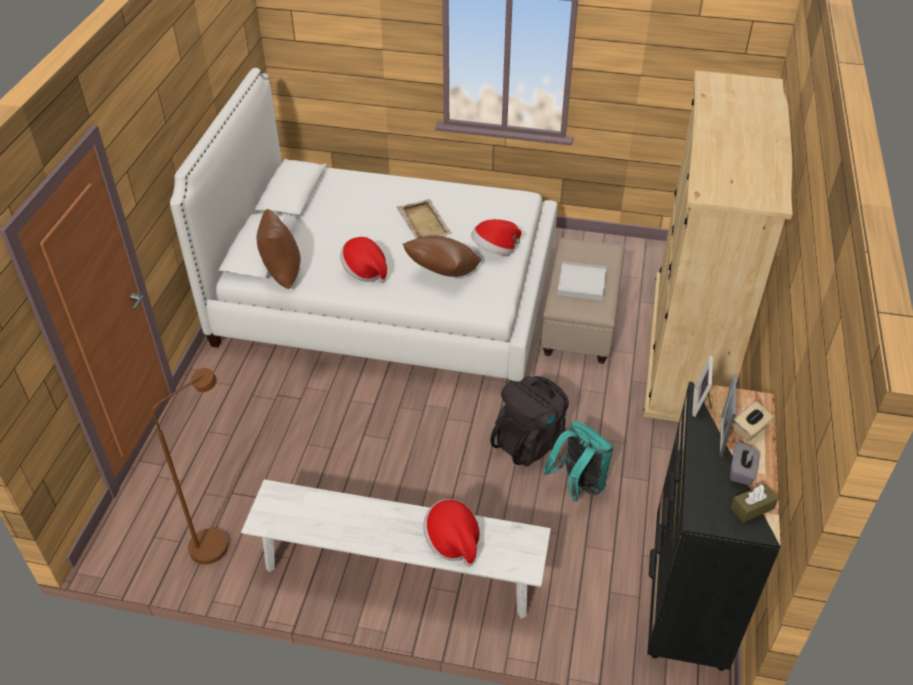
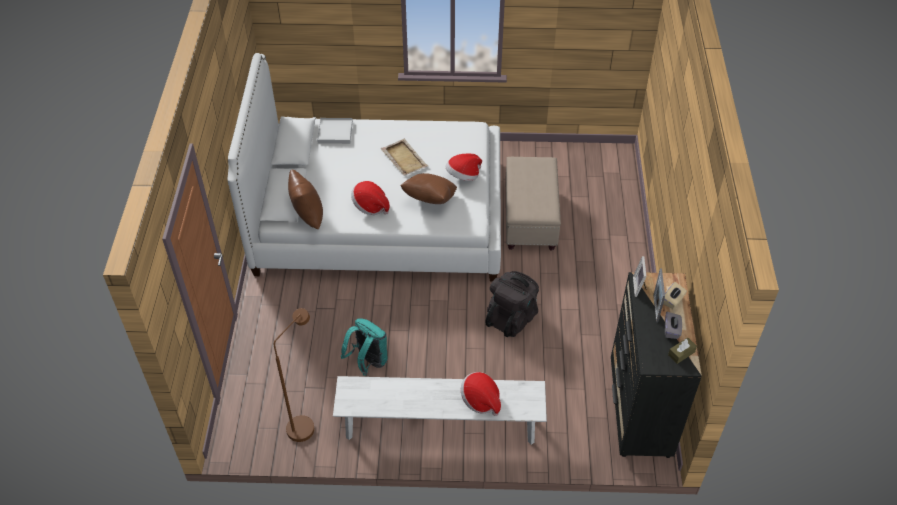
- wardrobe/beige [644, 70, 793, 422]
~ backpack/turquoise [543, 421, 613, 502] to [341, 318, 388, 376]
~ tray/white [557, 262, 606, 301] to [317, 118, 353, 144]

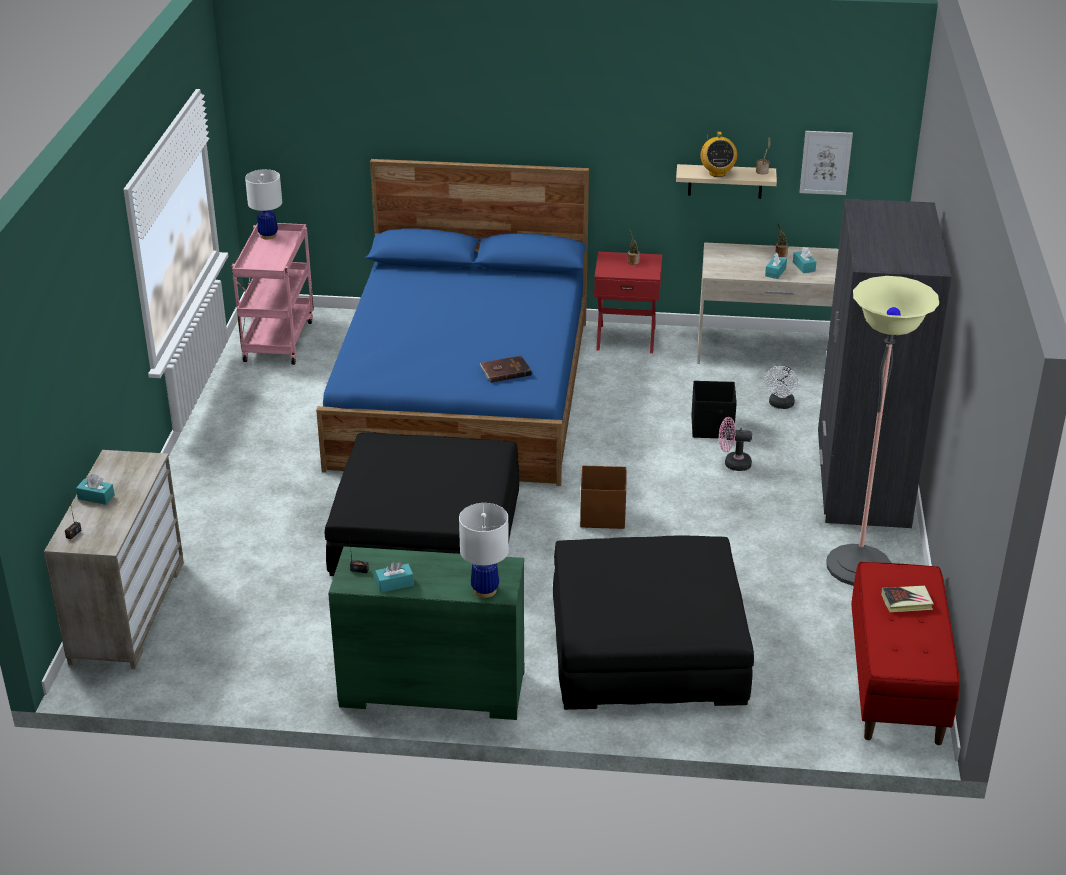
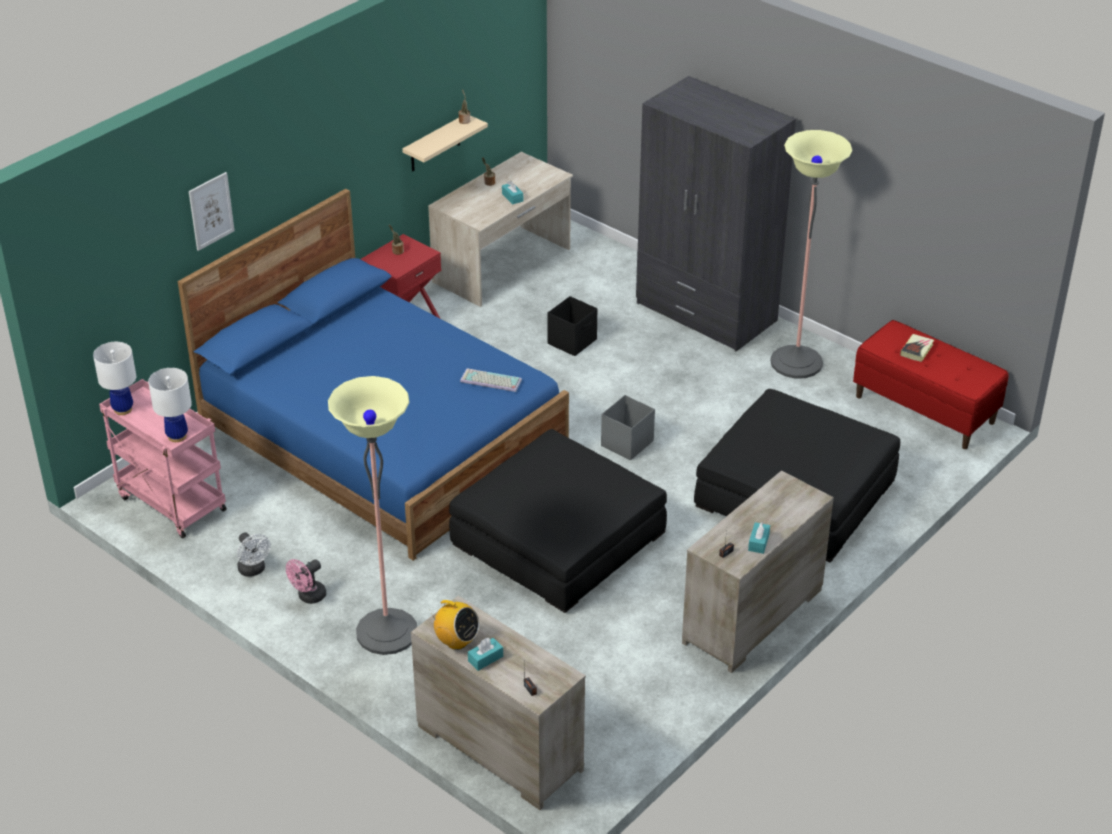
- tissue box/turquoise [793, 247, 816, 273]
+ floor lamp [328, 376, 417, 655]
~ table lamp/white [459, 503, 509, 598] to [148, 368, 192, 442]
~ radio [701, 132, 737, 177] to [431, 600, 480, 650]
~ fan/pink [719, 417, 752, 471] to [286, 559, 326, 604]
~ fan/white [765, 366, 798, 409] to [237, 532, 271, 577]
~ picture [800, 131, 853, 195] to [189, 172, 235, 251]
~ book/brown [480, 356, 532, 383] to keyboard [460, 368, 522, 392]
~ dresser/green [328, 546, 525, 720] to dresser/beige [682, 470, 834, 673]
~ storage box/brown [580, 465, 626, 529] to storage box/grey [601, 395, 655, 460]

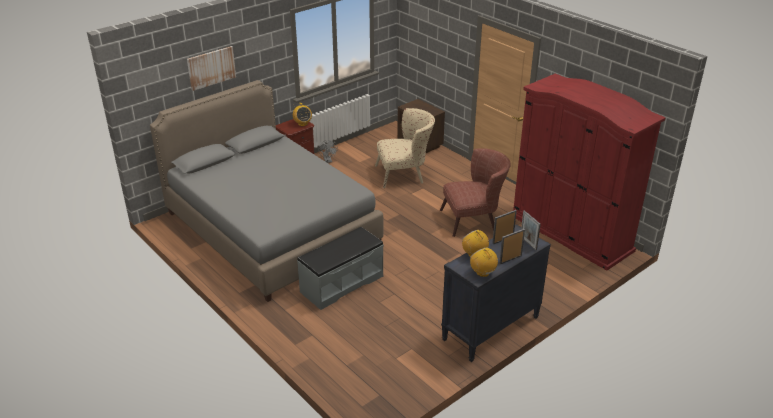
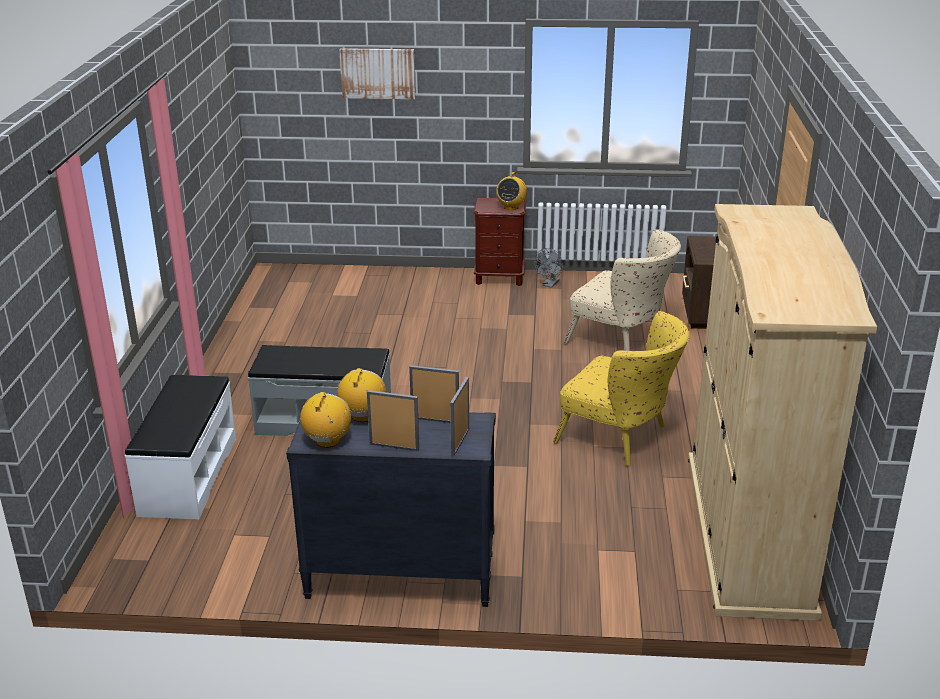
- bed/grey [150, 80, 383, 302]
+ bench/white [125, 375, 236, 519]
~ armchair/brown [440, 148, 511, 237] to armchair/yellow [553, 311, 690, 466]
~ wardrobe/red [513, 74, 666, 270] to wardrobe/beige [688, 204, 877, 621]

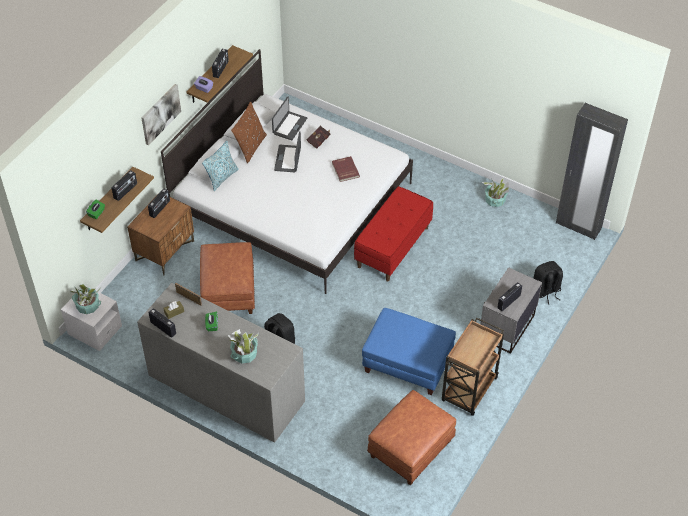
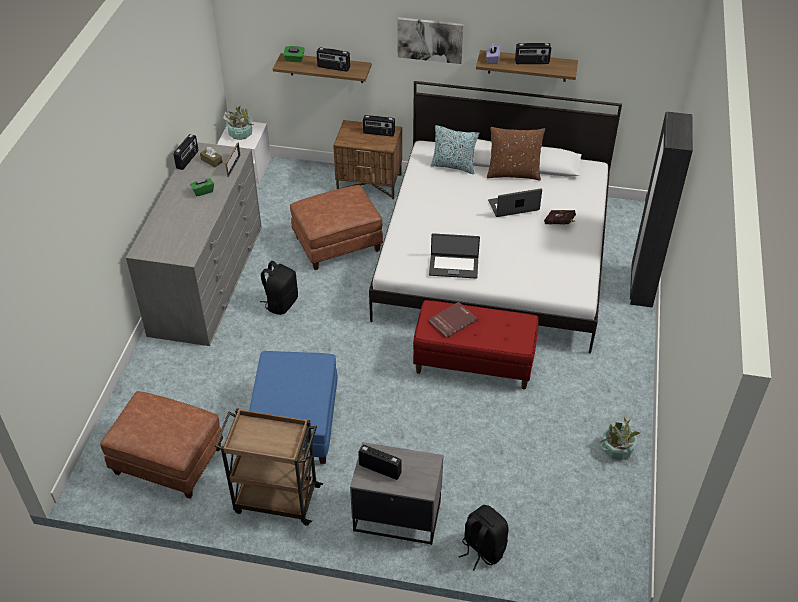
- potted plant [228, 329, 259, 364]
~ laptop [272, 97, 307, 140] to [429, 233, 480, 279]
~ book/red [332, 156, 360, 182] to [429, 302, 477, 338]
~ wardrobe/black [556, 103, 628, 240] to [630, 112, 693, 308]

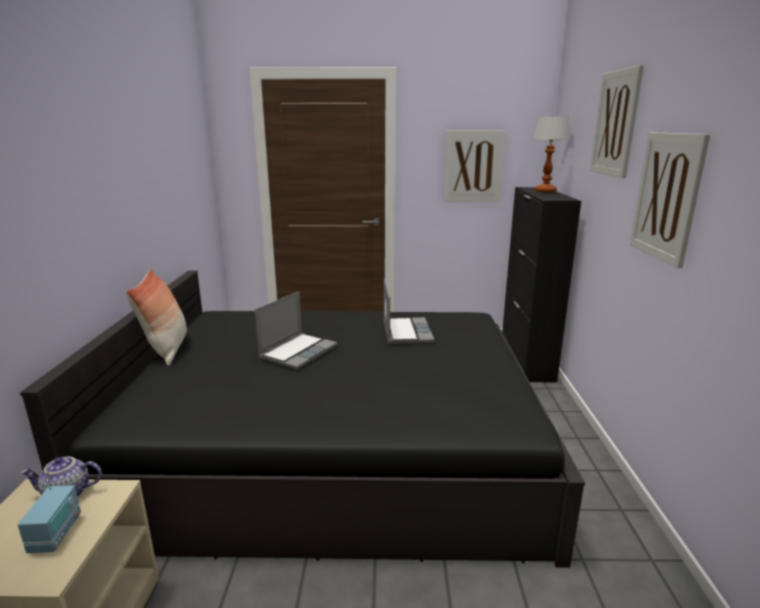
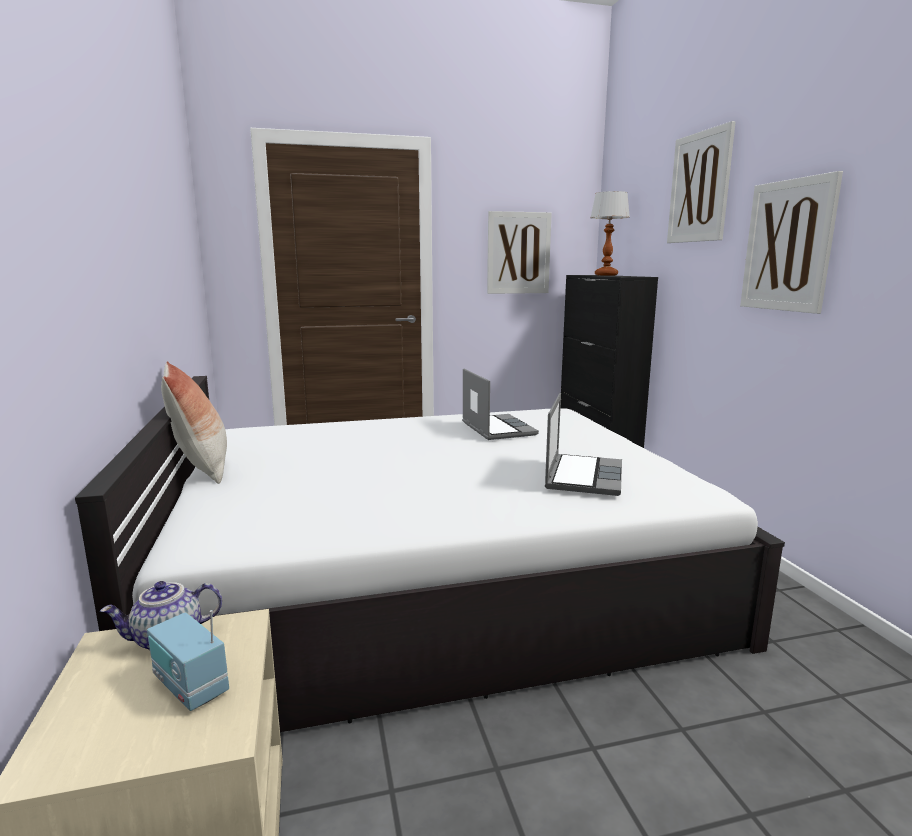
~ laptop [255, 291, 337, 370] to [545, 393, 622, 496]
~ bed/black [20, 270, 585, 568] to bed/white [75, 376, 785, 732]
~ radio [18, 467, 81, 553] = [147, 610, 229, 711] 150 degrees clockwise

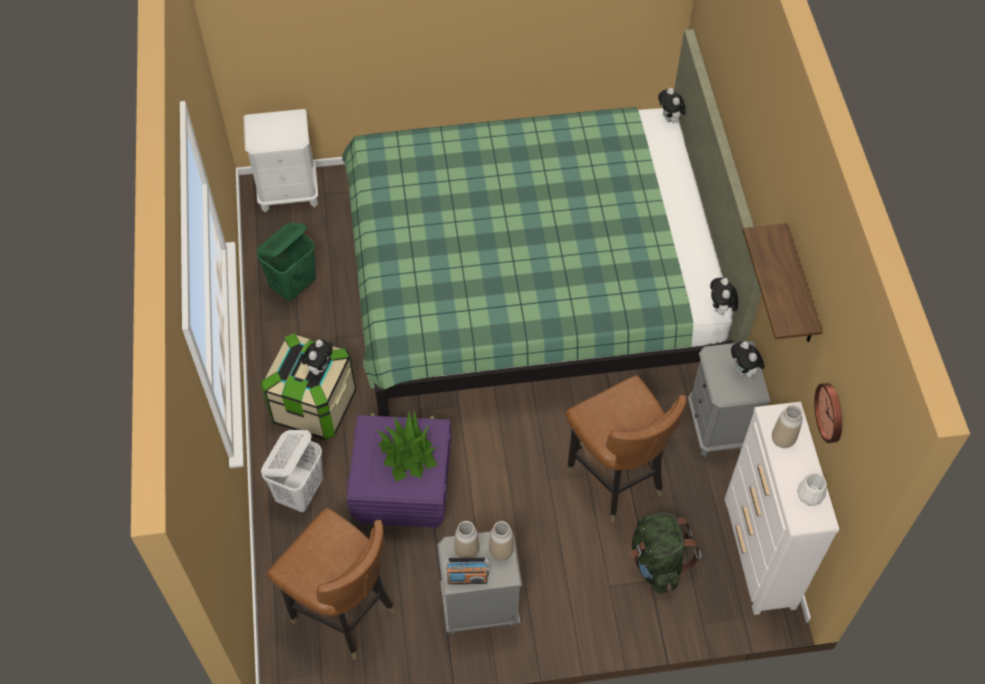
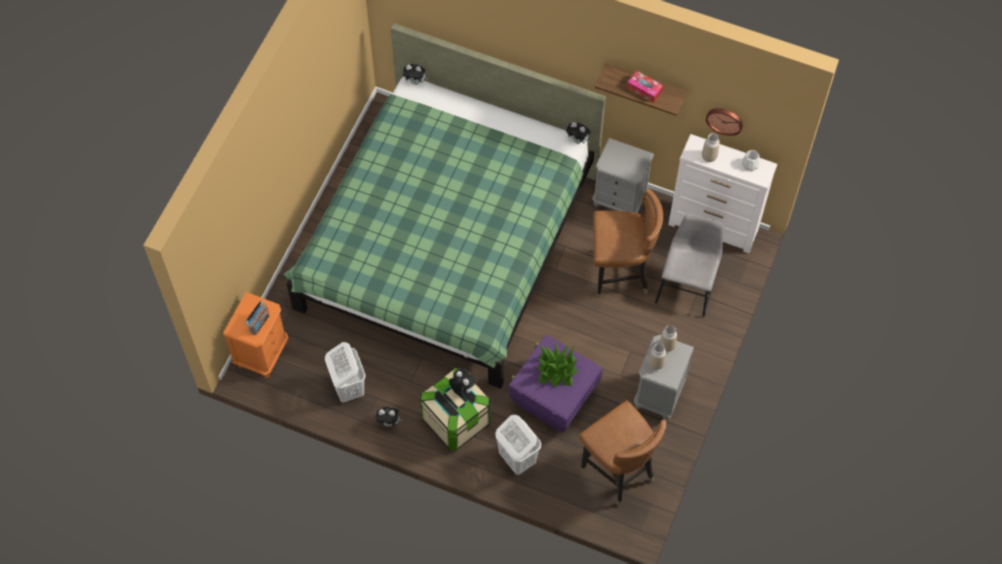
+ tissue box [627, 71, 663, 103]
~ radio [445, 558, 489, 584] to [245, 301, 270, 335]
~ plush toy [731, 341, 765, 379] to [375, 407, 402, 426]
~ backpack/green [630, 512, 701, 594] to chair/grey [655, 214, 724, 317]
~ nightstand/white [243, 109, 318, 212] to nightstand/orange [223, 292, 289, 378]
~ laundry basket/green [256, 223, 316, 301] to laundry basket/white [325, 342, 366, 403]
~ chair/brown [267, 508, 396, 660] = [579, 400, 666, 506] 75 degrees clockwise

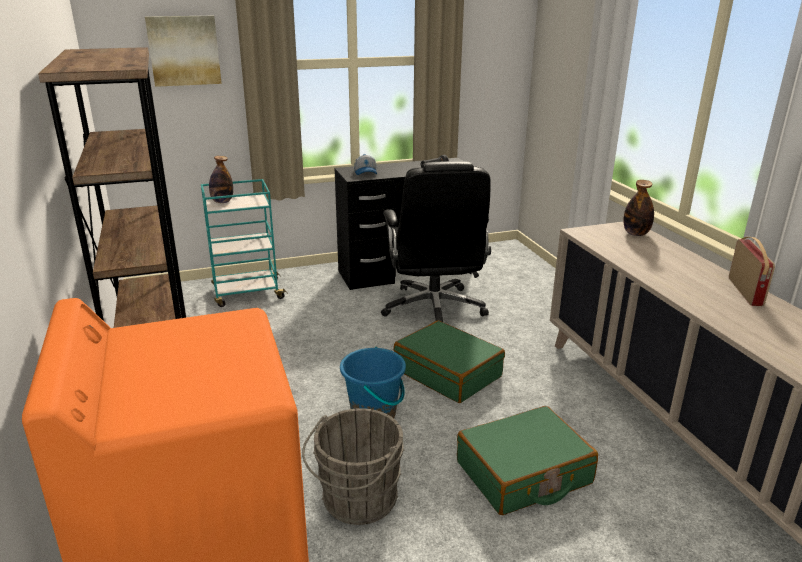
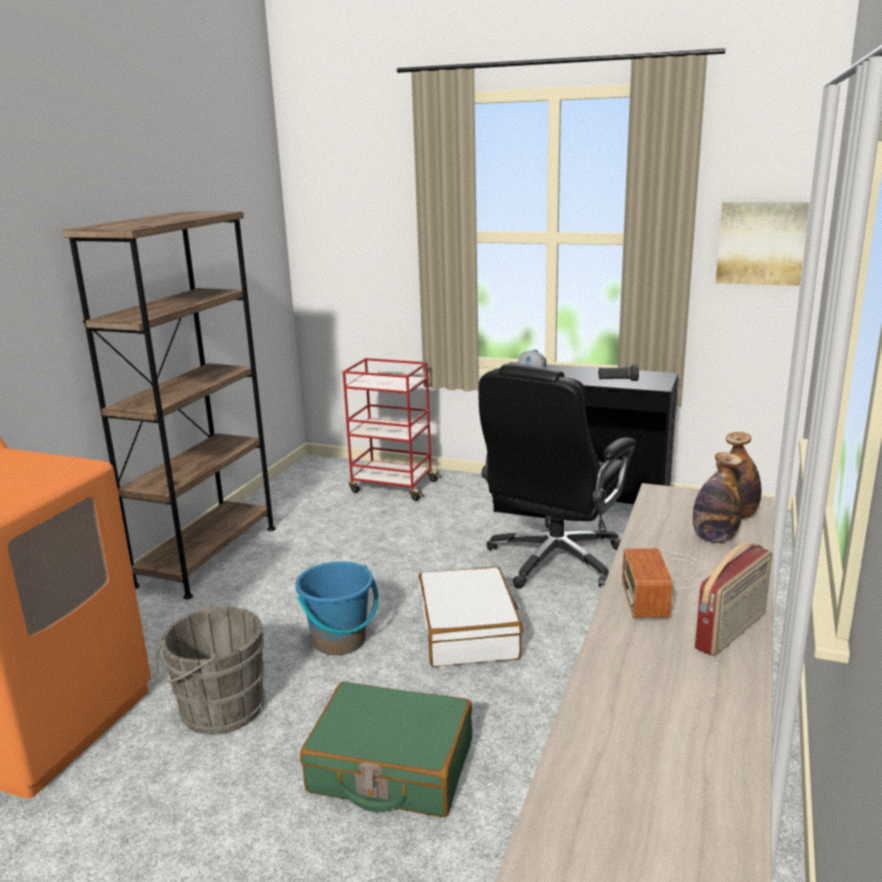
+ radio [622, 549, 703, 618]
~ picture [145, 16, 222, 87] to [716, 202, 810, 286]
~ bottle [209, 156, 233, 203] to [693, 452, 743, 543]
~ cart/turquoise [201, 179, 288, 307] to cart/red [343, 358, 442, 501]
~ suitcase/green [394, 321, 505, 403] to suitcase/white [418, 566, 523, 667]

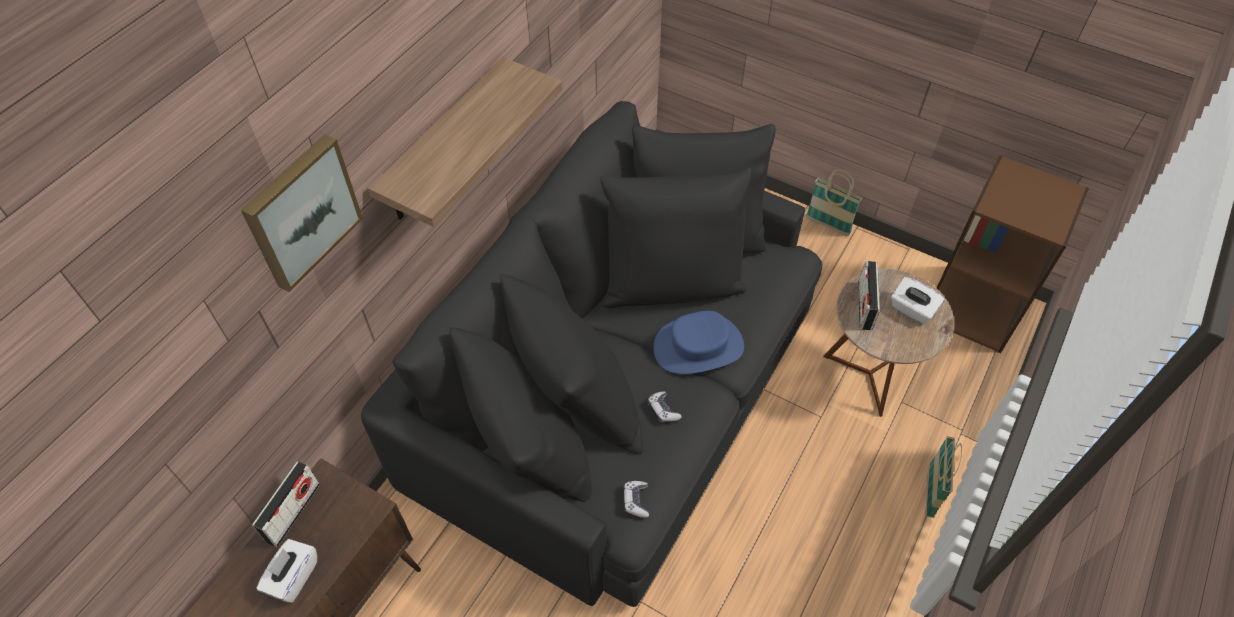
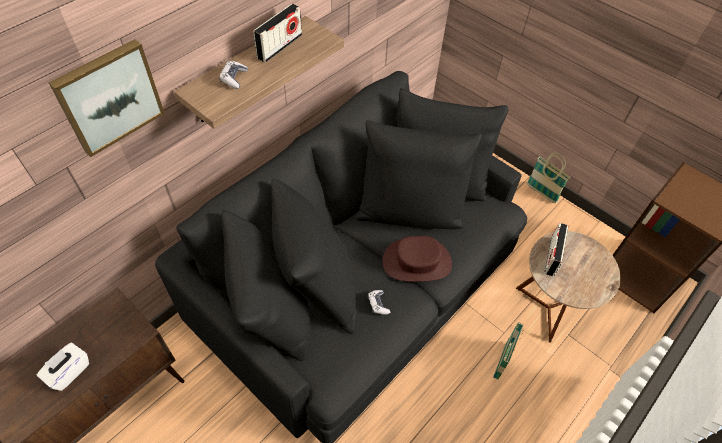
- tissue box/white [891, 277, 945, 324]
~ radio [252, 461, 320, 547] to [253, 4, 302, 63]
~ game controller [624, 481, 649, 518] to [219, 61, 248, 89]
~ basket [926, 436, 962, 518] to [493, 322, 524, 380]
~ hat/blue [653, 311, 744, 374] to hat/brown [382, 236, 452, 282]

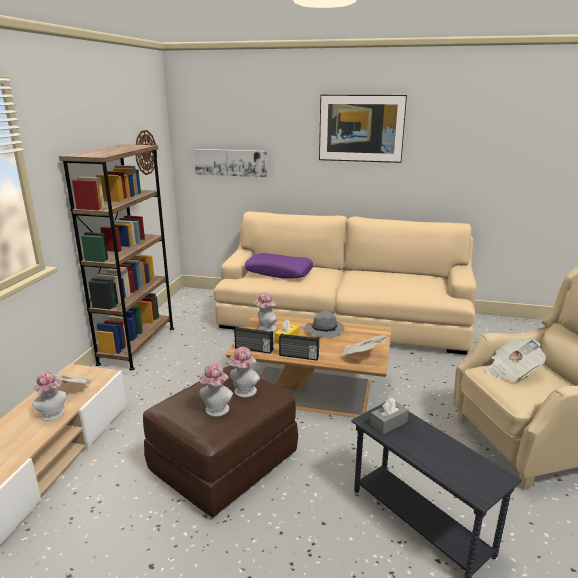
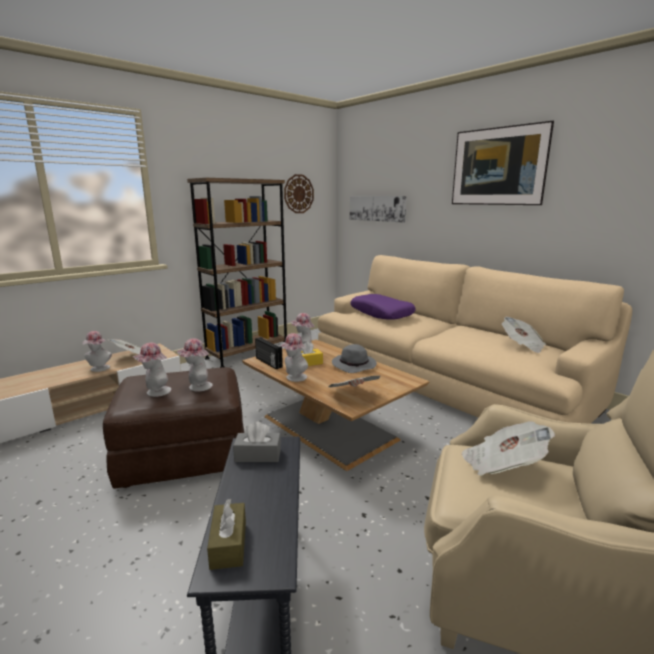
+ tissue box/brown [207, 499, 246, 570]
+ newspaper [502, 317, 546, 353]
~ radio [279, 333, 319, 360] to hat [280, 333, 308, 382]

